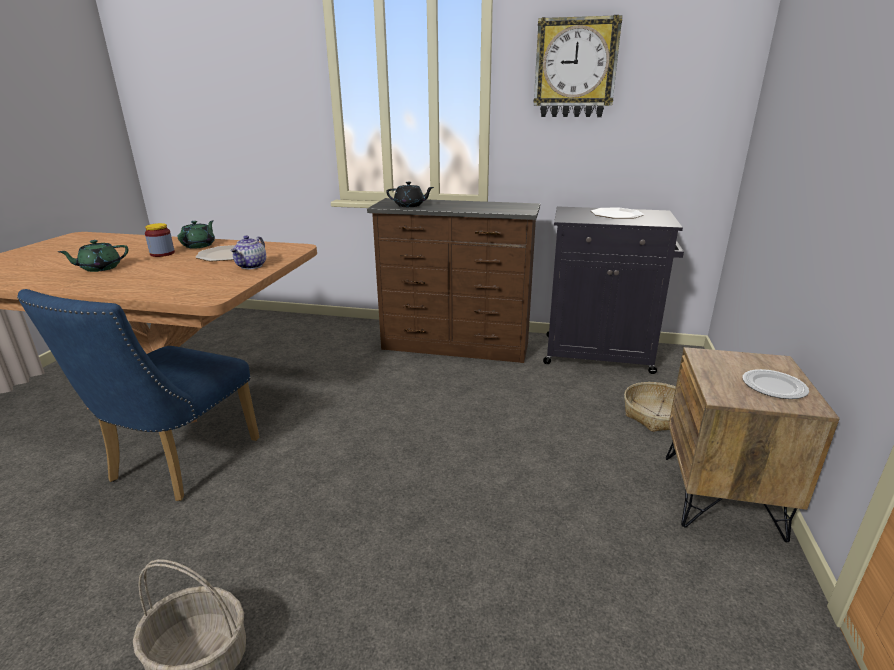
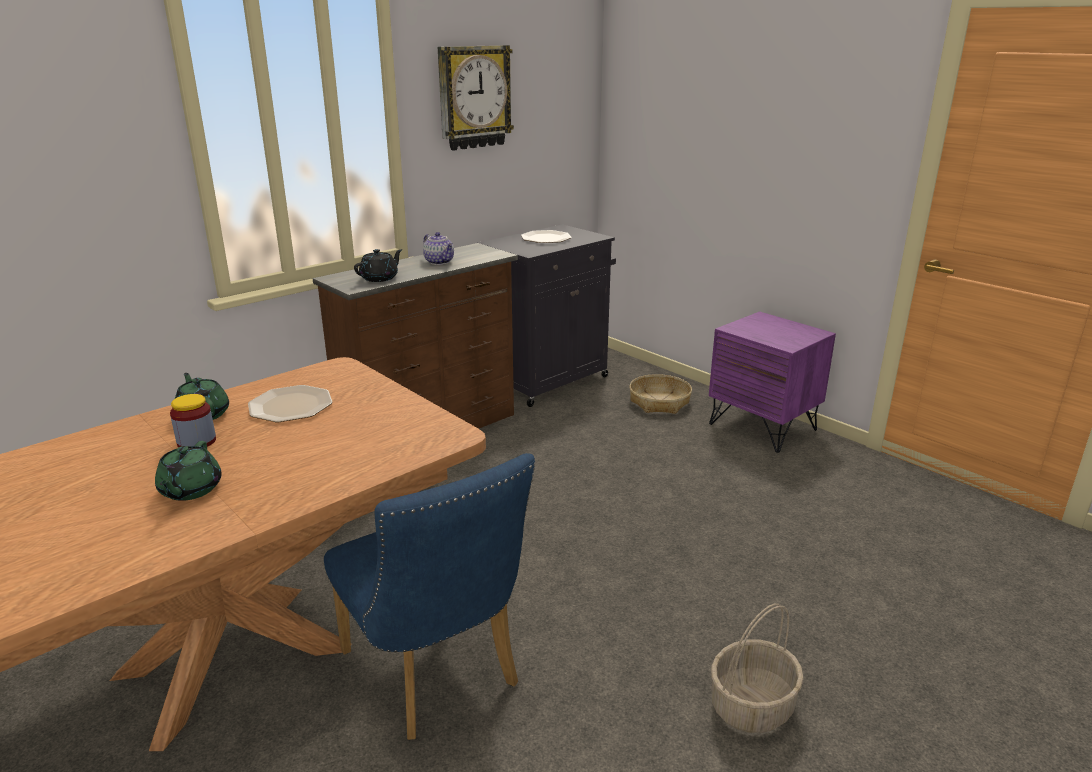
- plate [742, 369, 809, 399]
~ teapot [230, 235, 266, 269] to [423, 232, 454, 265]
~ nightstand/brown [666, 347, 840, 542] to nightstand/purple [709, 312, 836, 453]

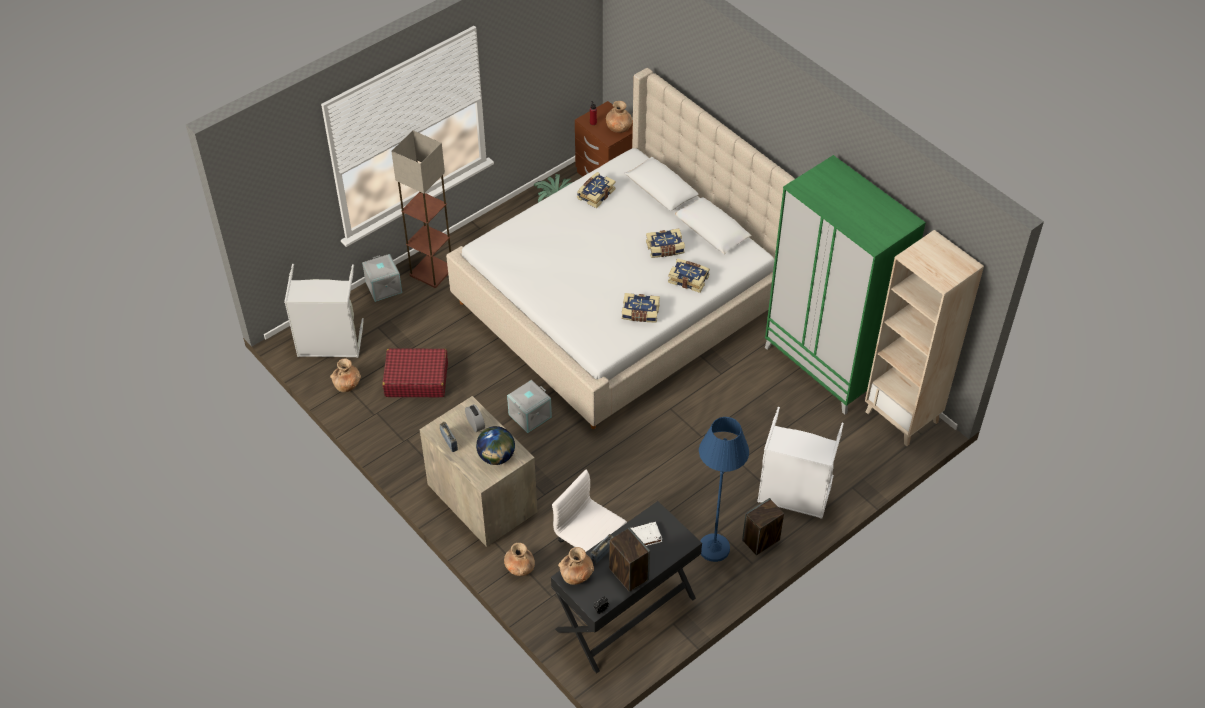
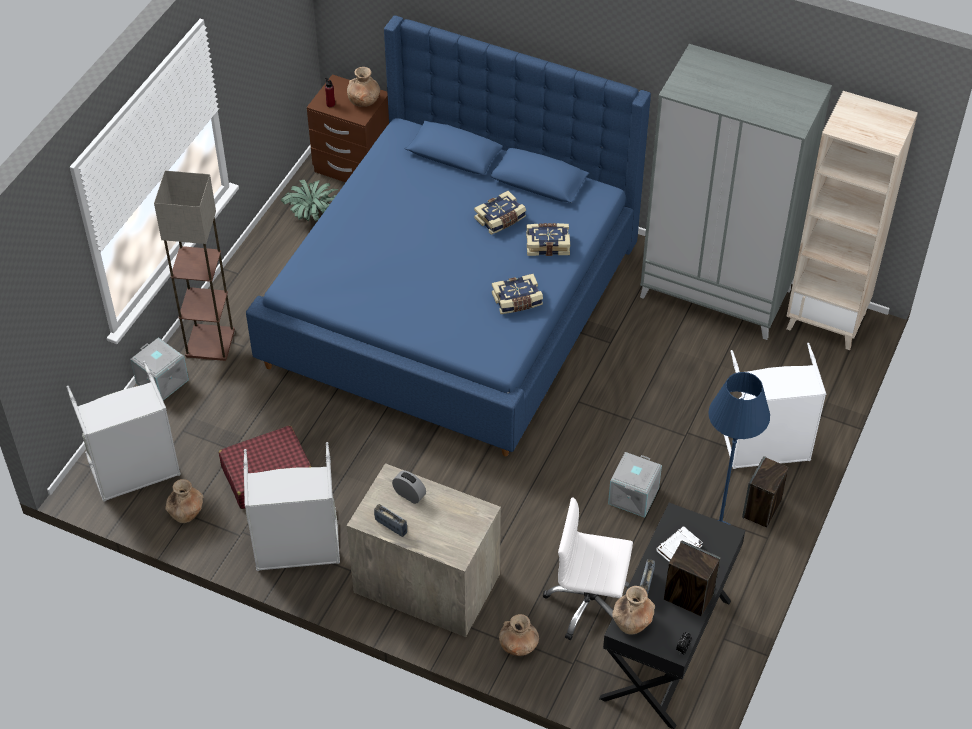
- globe [476, 426, 515, 465]
- book [577, 172, 615, 208]
+ laundry basket/grey [243, 442, 340, 571]
~ storage box/grey [507, 380, 552, 433] to [608, 452, 662, 518]
~ bed/beige [446, 68, 795, 429] to bed/blue [246, 15, 651, 456]
~ wardrobe/green [765, 155, 926, 415] to wardrobe/grey [640, 44, 832, 340]

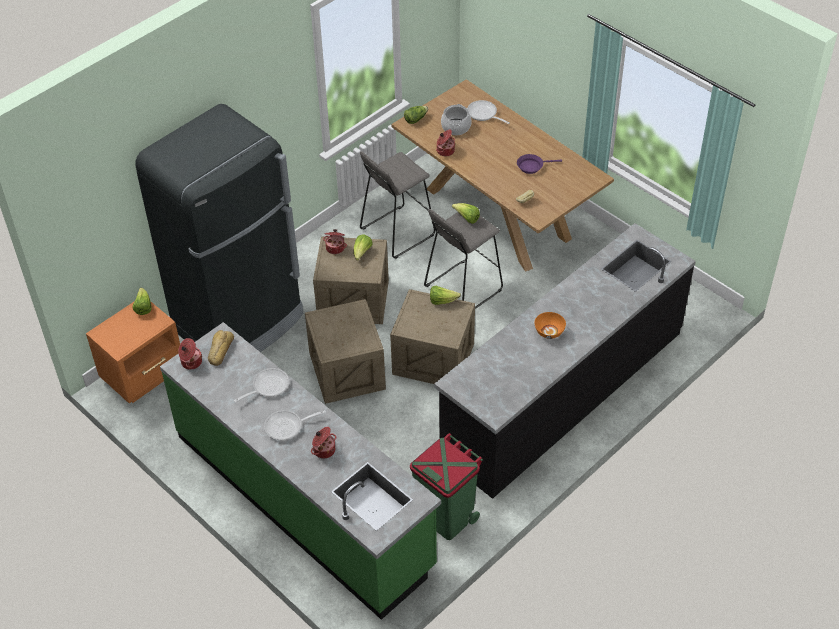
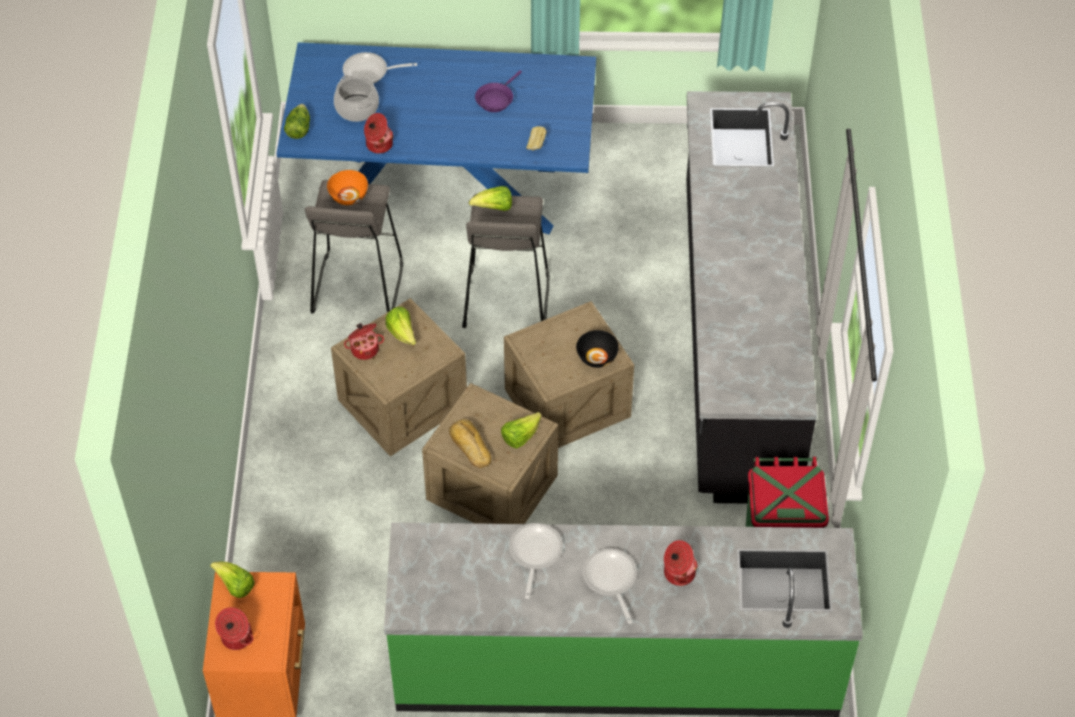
- fridge/black [135, 104, 304, 352]
+ bowl/black [576, 330, 619, 368]
~ cooking pot [178, 338, 202, 370] to [215, 607, 254, 650]
~ bread [208, 330, 234, 366] to [449, 419, 491, 468]
~ lettuce [430, 286, 461, 305] to [501, 412, 542, 449]
~ bowl/orange [535, 312, 566, 339] to [327, 170, 368, 205]
~ dining table/brown [391, 79, 614, 272] to dining table/blue [276, 42, 596, 234]
~ frying pan [264, 410, 326, 440] = [583, 549, 637, 624] 135 degrees clockwise

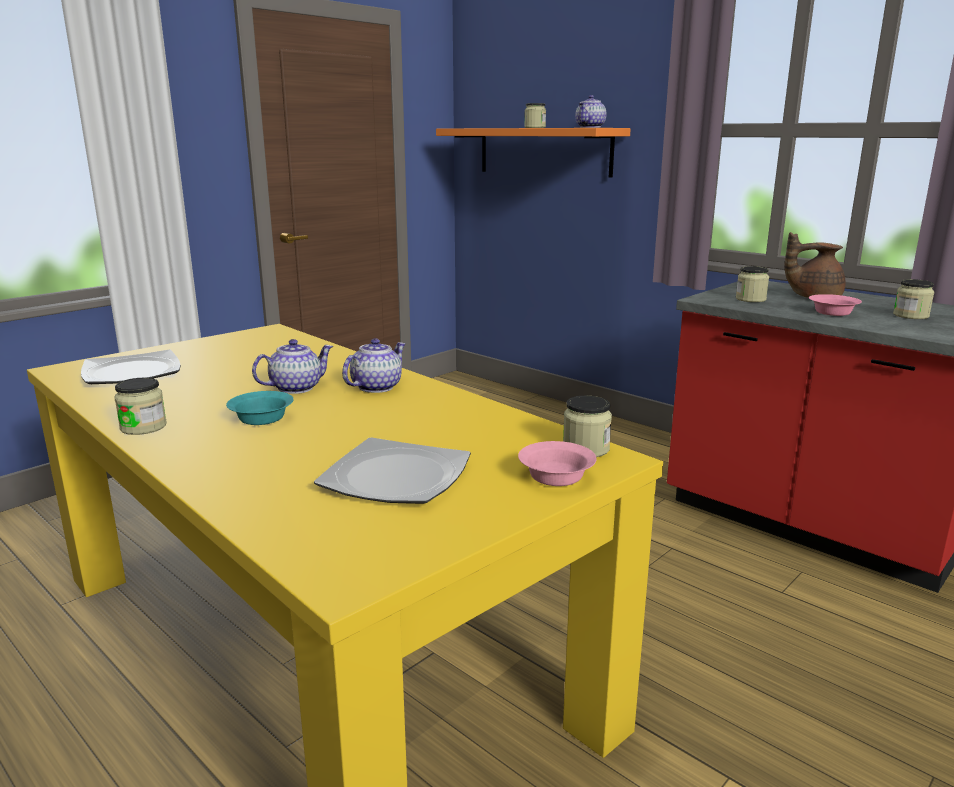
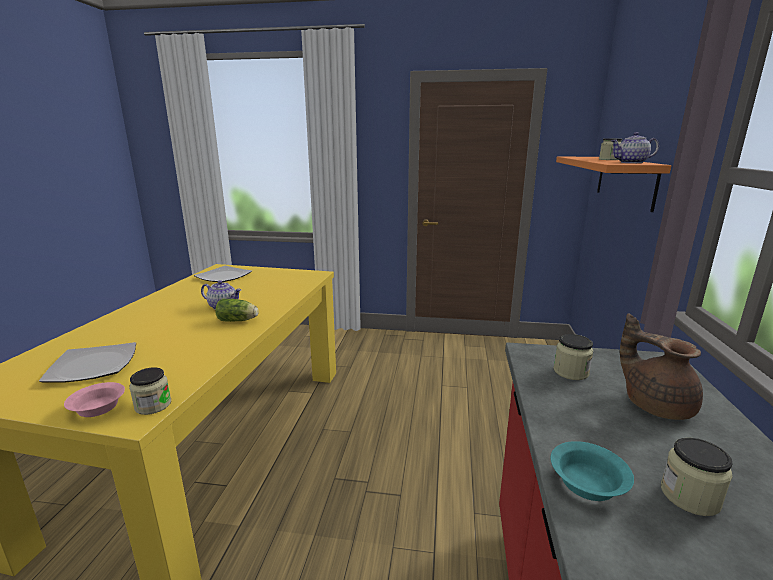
- jar [114, 378, 167, 435]
- bowl/pink [809, 294, 862, 316]
~ bowl/turquoise [226, 391, 294, 425] to [551, 441, 634, 501]
~ teapot [342, 338, 406, 393] to lettuce [215, 299, 259, 322]

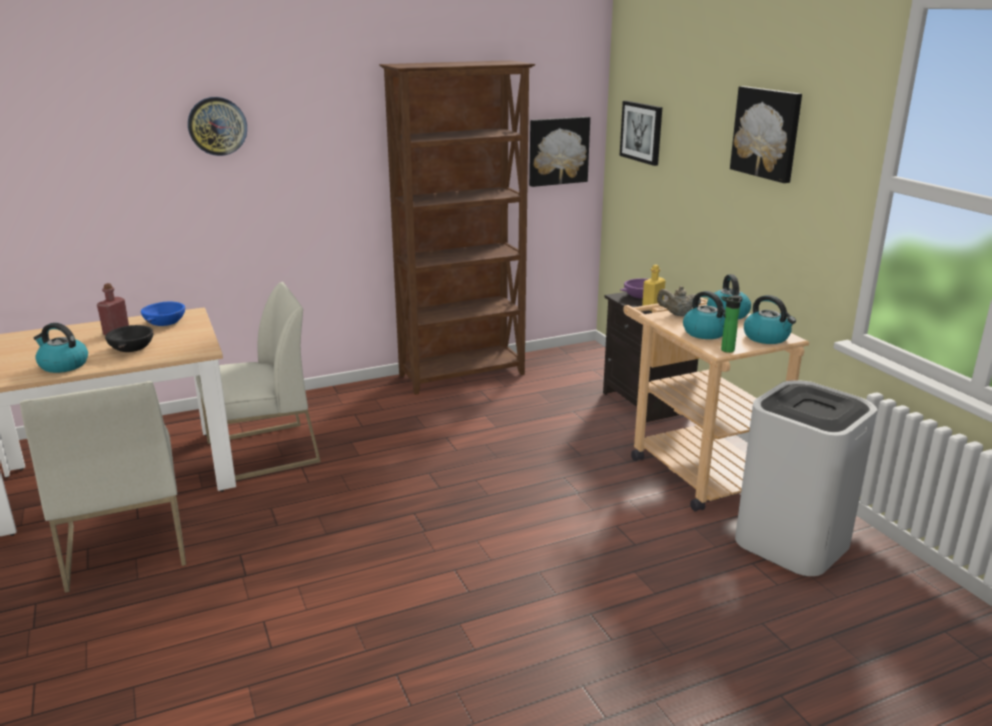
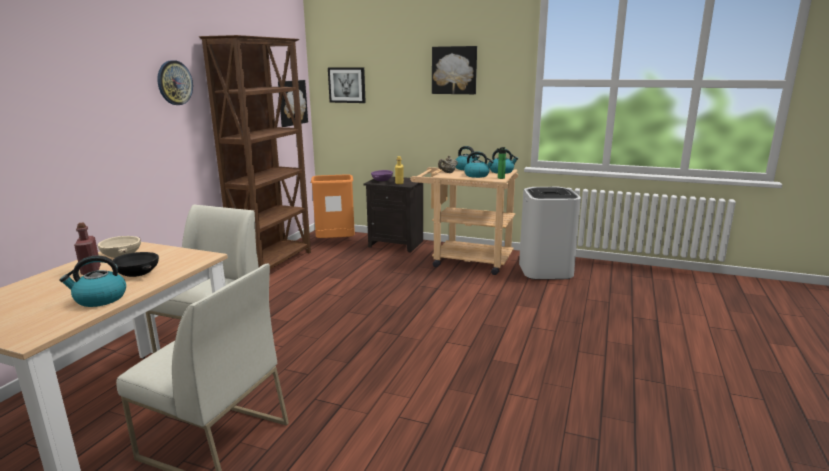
+ trash can/orange [311, 175, 355, 238]
~ wall clock [188, 97, 247, 156] to [157, 60, 193, 105]
~ bowl/blue [141, 301, 185, 326] to bowl/beige [97, 236, 141, 258]

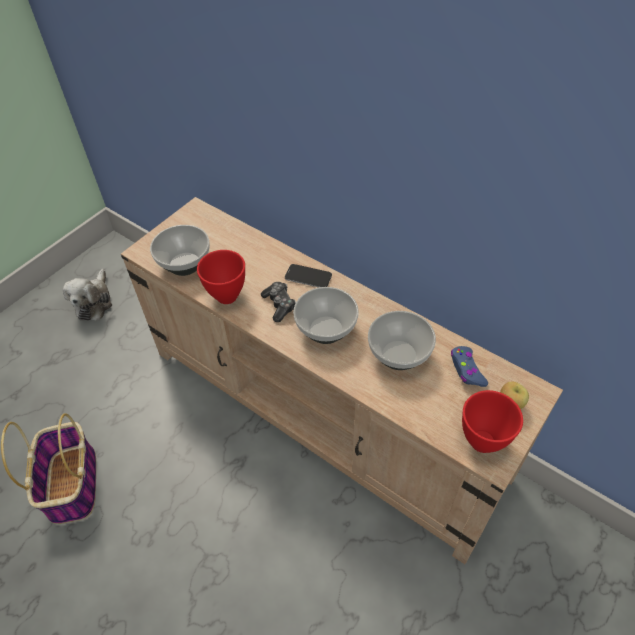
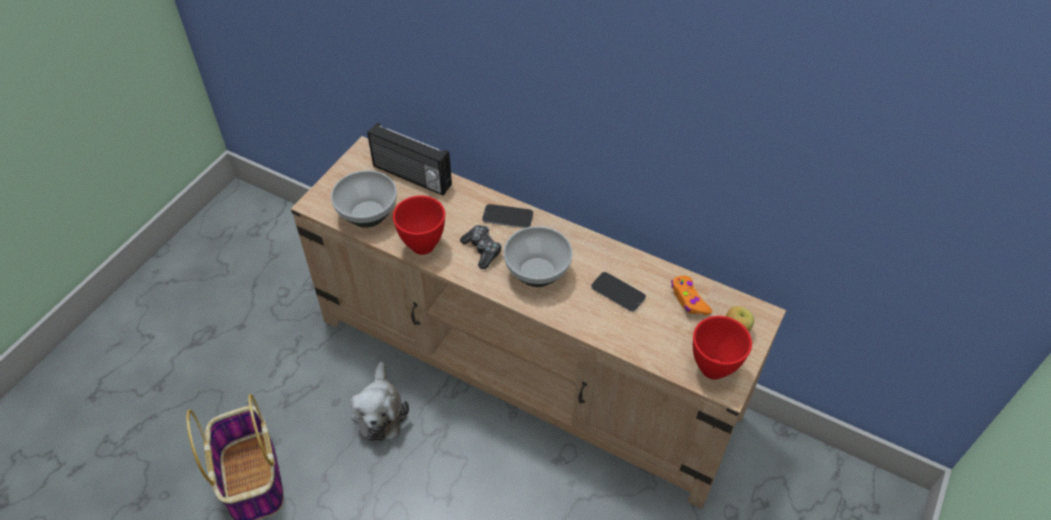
+ radio [367, 122, 452, 196]
~ plush toy [63, 269, 112, 321] to [351, 362, 409, 441]
~ bowl [368, 311, 436, 370] to phone [591, 272, 646, 312]
~ game controller/blue [451, 346, 488, 387] to game controller/orange [671, 276, 712, 315]

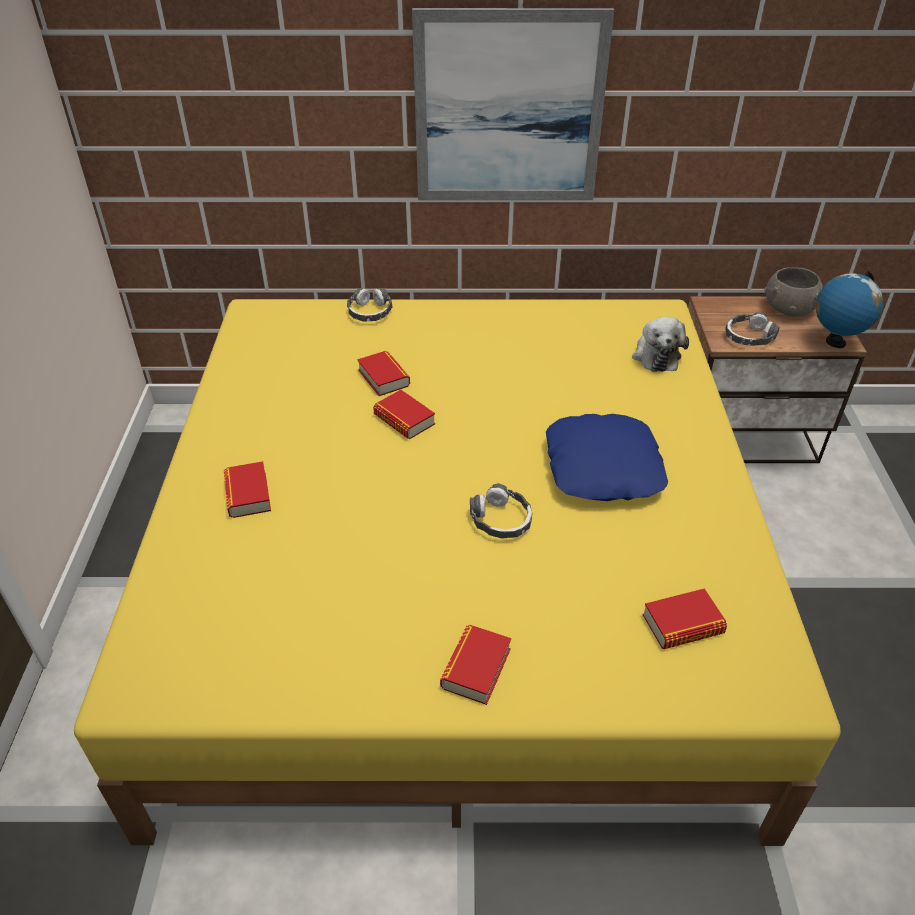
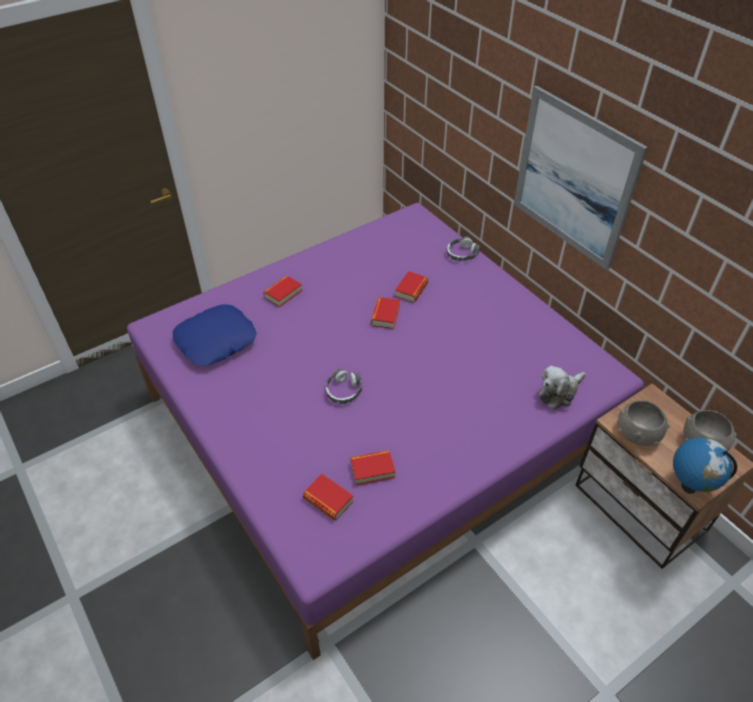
~ book [440, 625, 511, 705] to [350, 450, 396, 486]
~ pillow/blue [546, 414, 668, 501] to [173, 304, 257, 366]
~ headphones [725, 312, 780, 346] to bowl/grey [618, 400, 669, 446]
~ bed/yellow [74, 299, 841, 846] to bed/purple [127, 203, 644, 660]

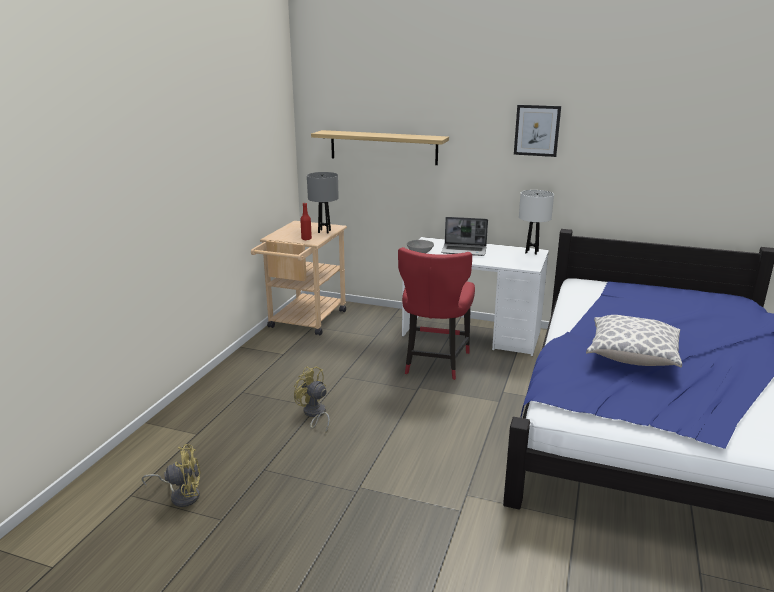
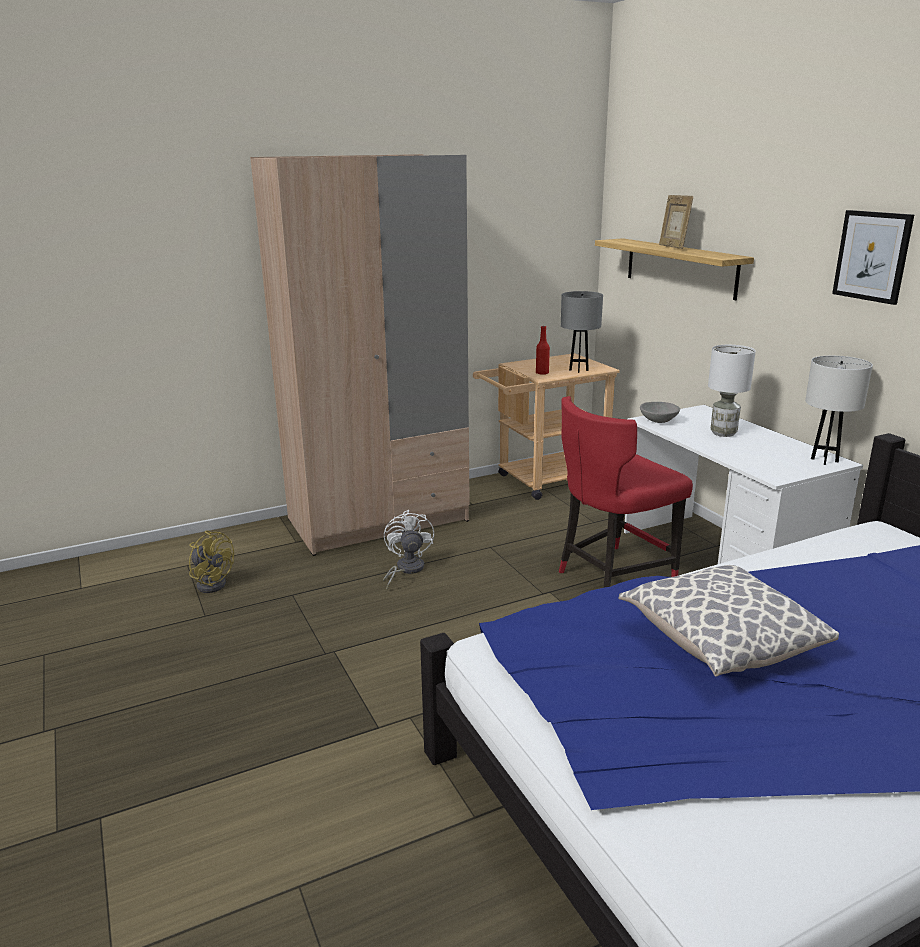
+ wardrobe/beige [250, 154, 470, 556]
+ picture frame [659, 195, 693, 249]
~ laptop [441, 217, 488, 256] to table lamp/white [708, 345, 756, 437]
~ fan/yellow [294, 366, 330, 434] to fan/white [383, 510, 434, 591]

